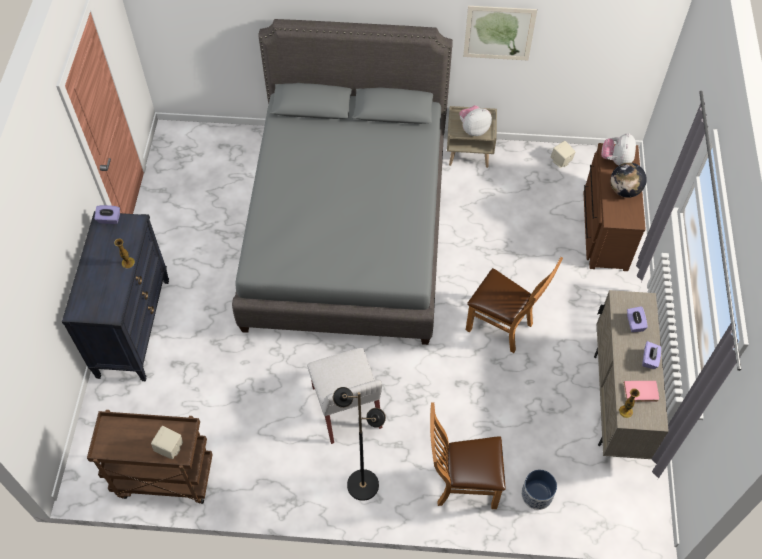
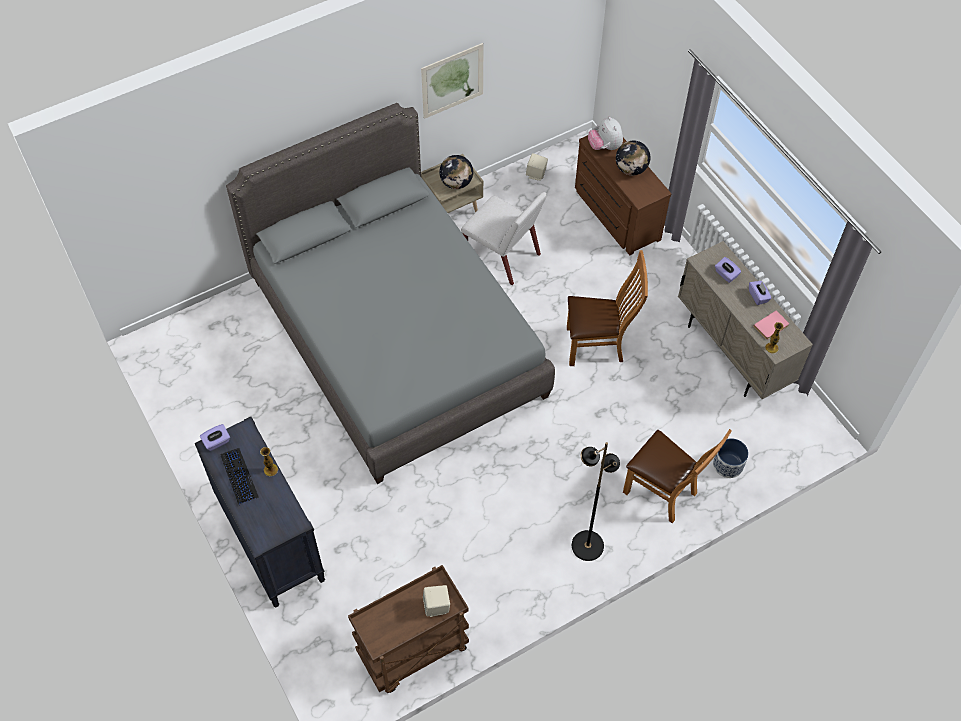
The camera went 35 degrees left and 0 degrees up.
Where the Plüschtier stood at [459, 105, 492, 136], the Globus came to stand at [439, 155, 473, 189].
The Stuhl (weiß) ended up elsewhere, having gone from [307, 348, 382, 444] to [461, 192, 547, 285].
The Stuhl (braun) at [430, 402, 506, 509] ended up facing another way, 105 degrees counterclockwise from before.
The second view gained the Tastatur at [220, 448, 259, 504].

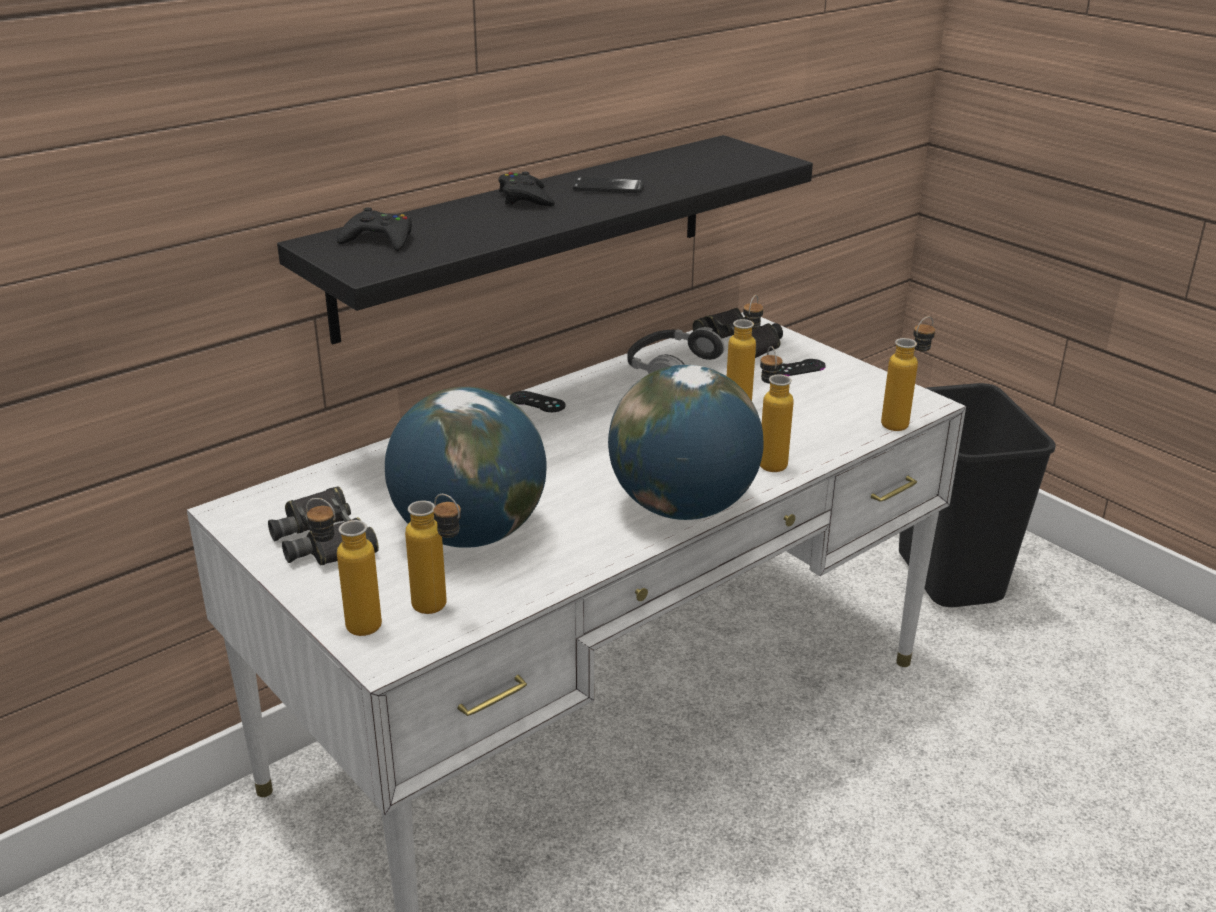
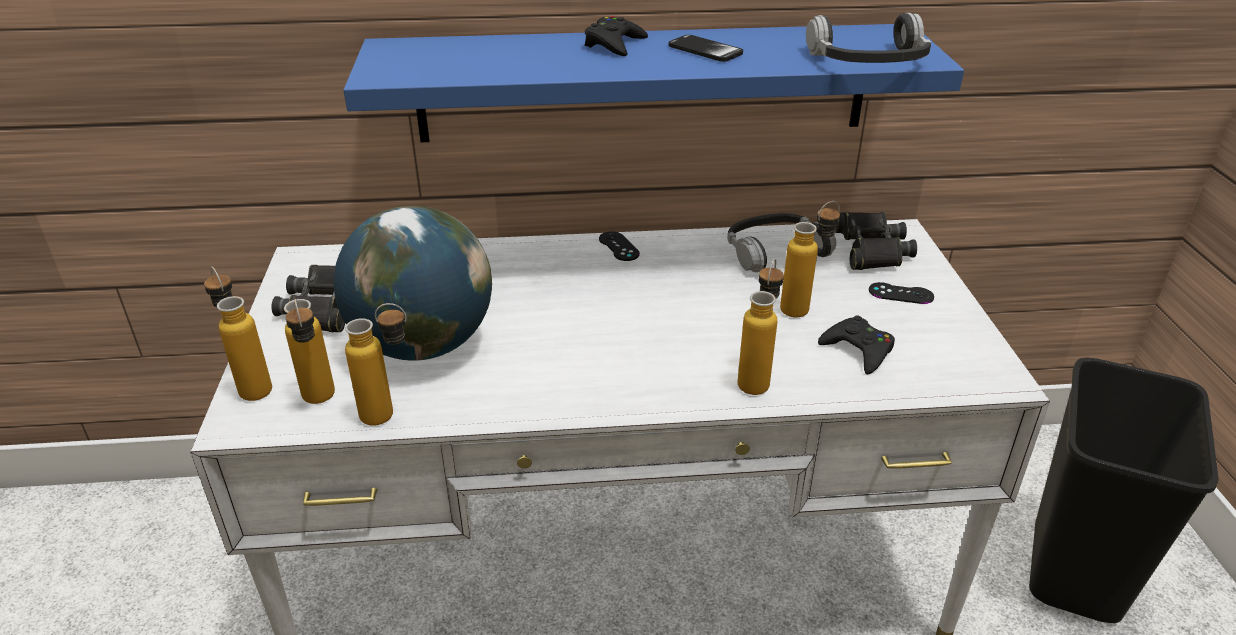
The camera went 35 degrees right and 5 degrees up.
What was the Wandregal (schwarz) at [277, 135, 813, 344] turned into the Wandregal (blau) at [343, 24, 964, 142].
The Gamepad (schwarz) ended up elsewhere, having gone from [336, 207, 412, 251] to [818, 315, 895, 374].
The Flasche ended up elsewhere, having gone from [881, 316, 935, 431] to [345, 303, 407, 426].
The second view lost the Globus at [608, 365, 764, 520].
The second view gained the Kopfhörer at [806, 13, 931, 63].

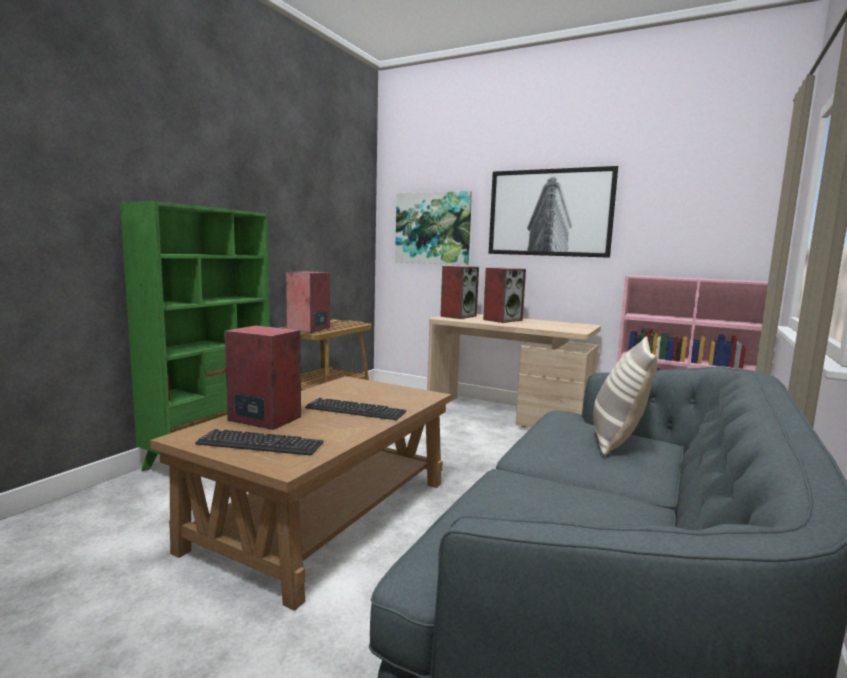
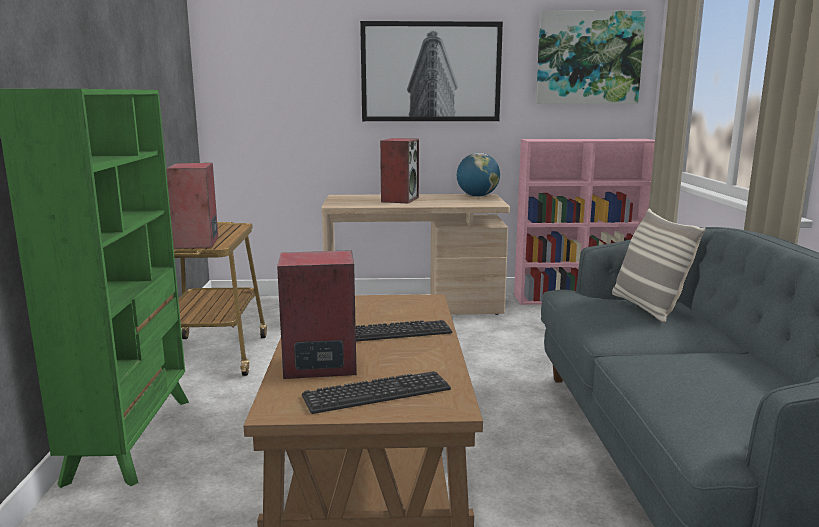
The camera went 30 degrees left and 5 degrees up.
The Bild ended up elsewhere, having gone from [395, 191, 472, 265] to [536, 10, 646, 104].
The second view lost the Lautsprecher at [440, 266, 479, 319].
The second view gained the Globus at [457, 153, 500, 197].

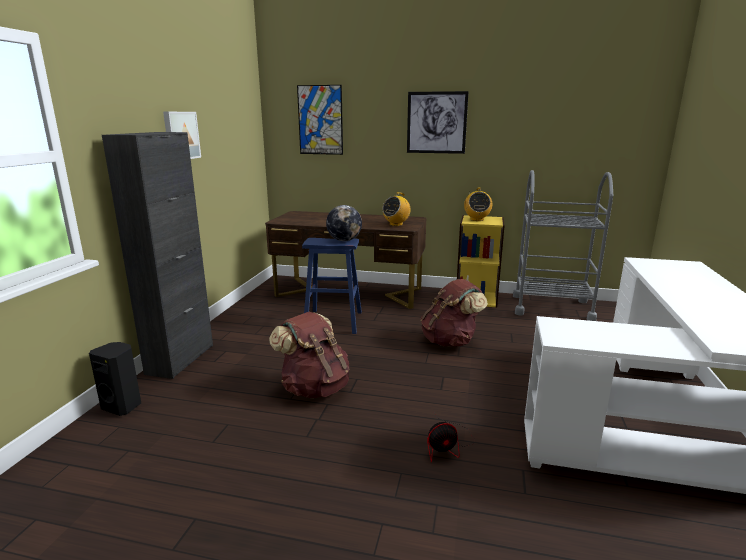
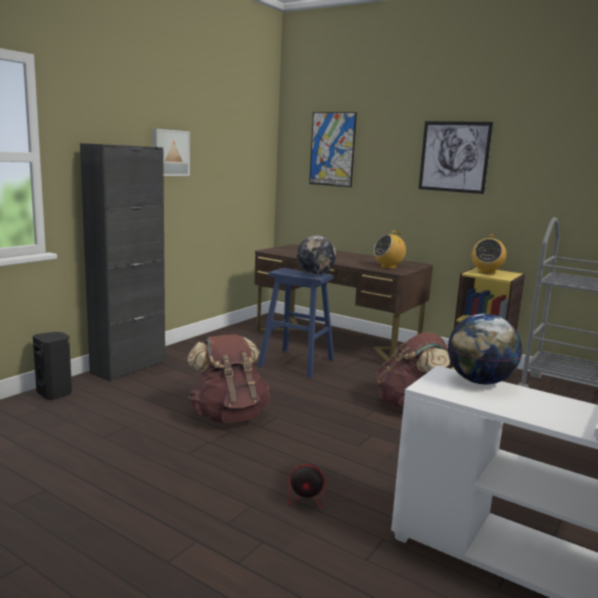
The camera went 20 degrees right and 5 degrees down.
The second view gained the Globus at [448, 314, 522, 385].

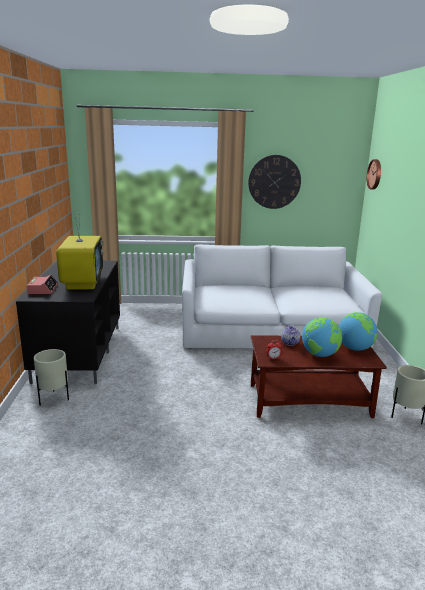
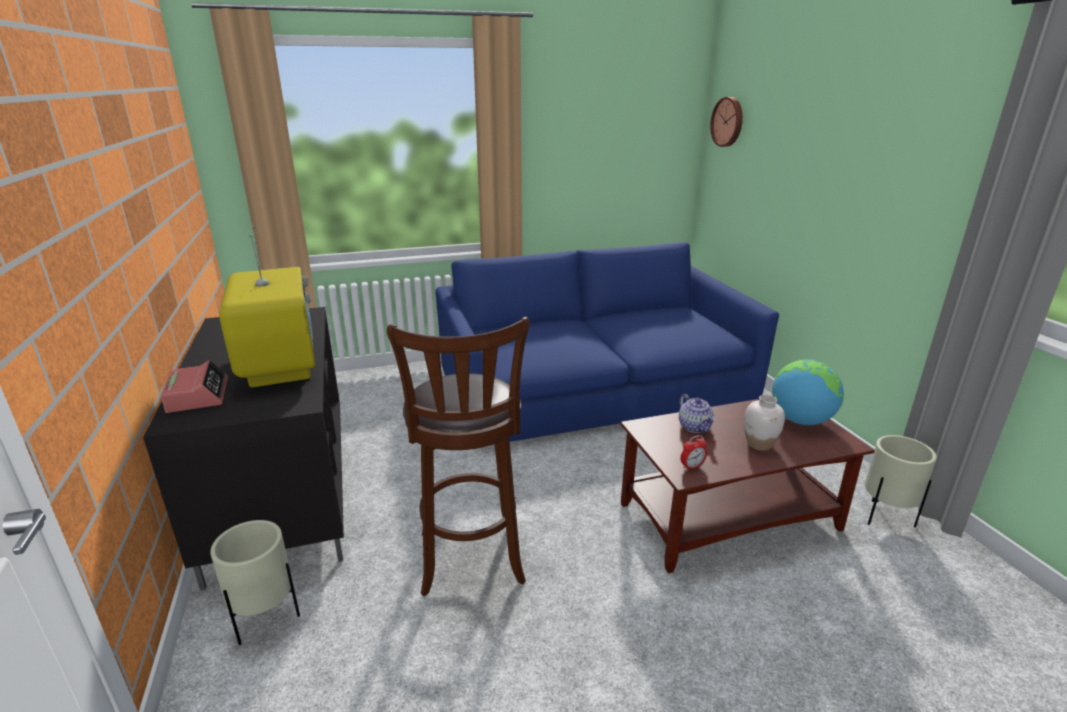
The camera went 15 degrees left and 5 degrees up.
The second view lost the Wanduhr at [248, 155, 301, 209].
What was the Sofa (weiß) at [182, 245, 382, 349] turned into the Sofa (blau) at [436, 242, 779, 442].
Where the Globus stood at [302, 317, 342, 357], the Vase (weiß) came to stand at [744, 395, 785, 451].
The second view gained the Hocker (braun) at [387, 317, 530, 596].

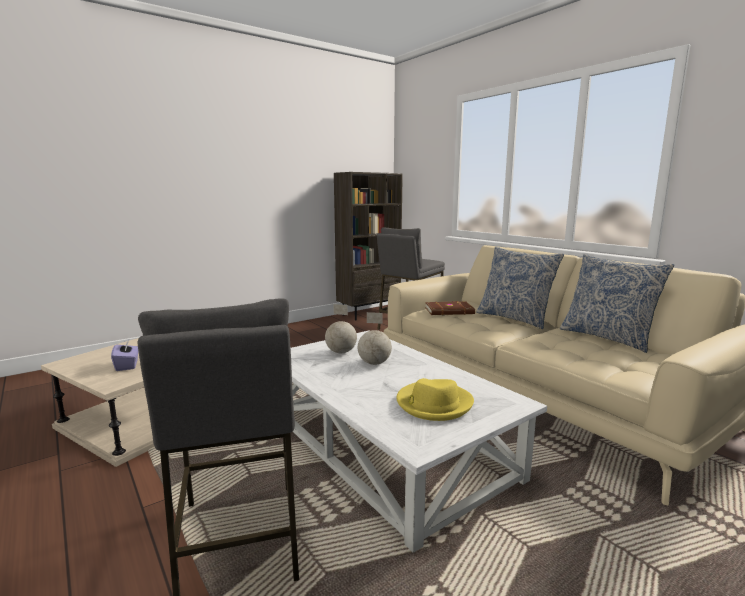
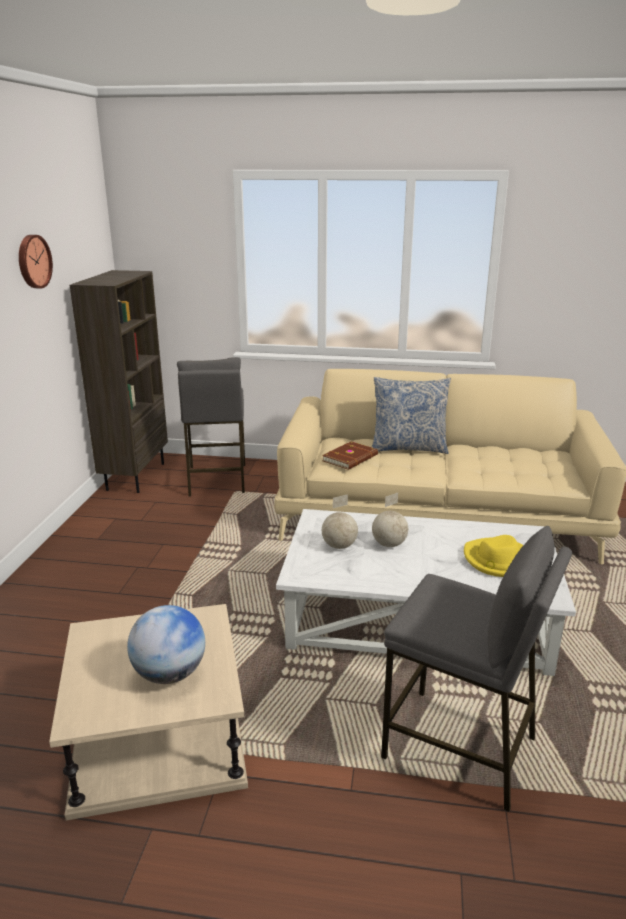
The camera went 45 degrees left and 10 degrees up.
The second view lost the Kissen at [560, 254, 674, 353].
Where the Taschentuchbox (lila) stood at [111, 338, 138, 371], the Globus came to stand at [127, 605, 205, 684].
The second view gained the Wanduhr at [19, 235, 53, 288].

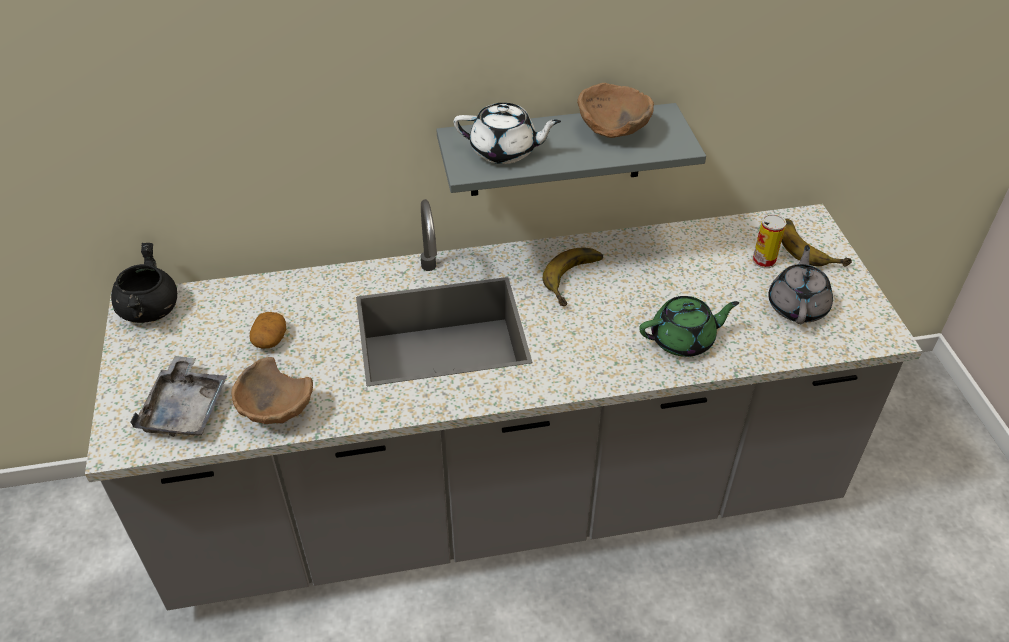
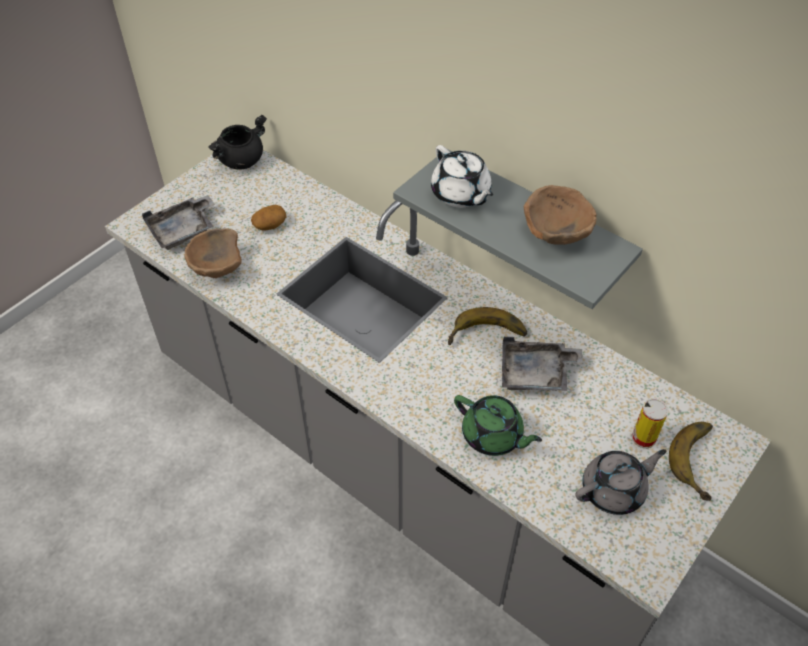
The camera went 50 degrees right and 5 degrees up.
The second view gained the Tablett (grau) at [502, 337, 583, 391].

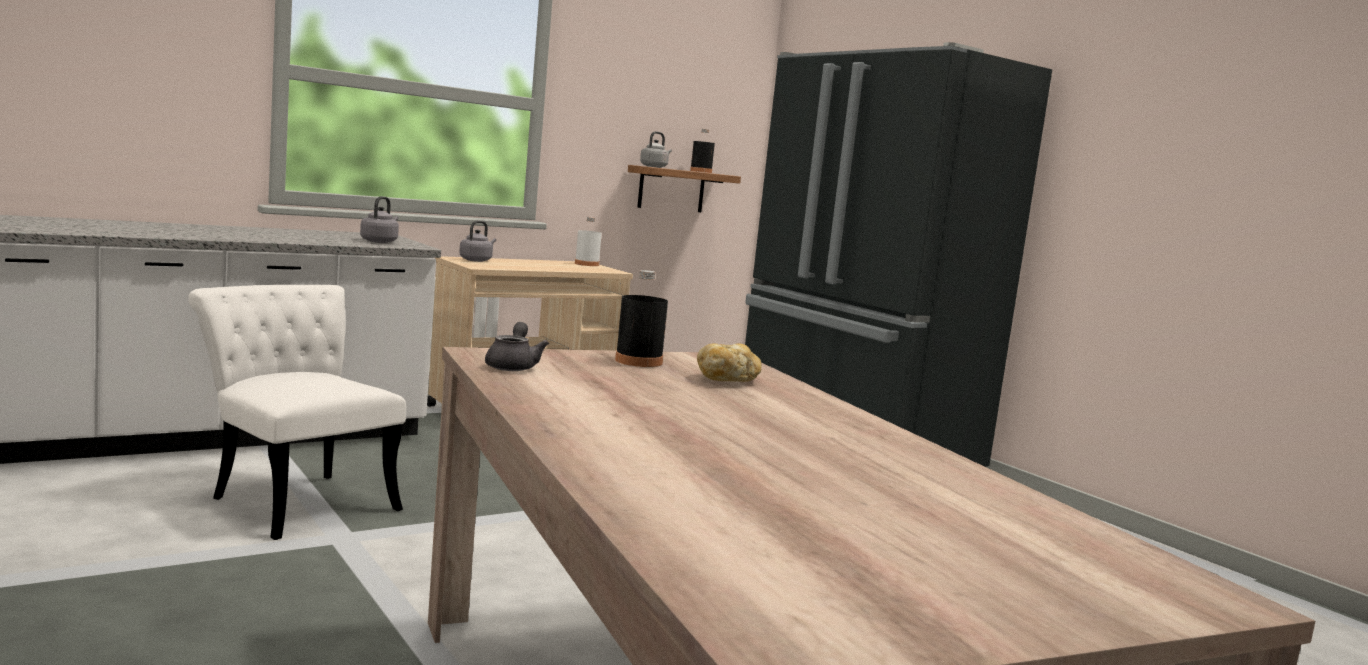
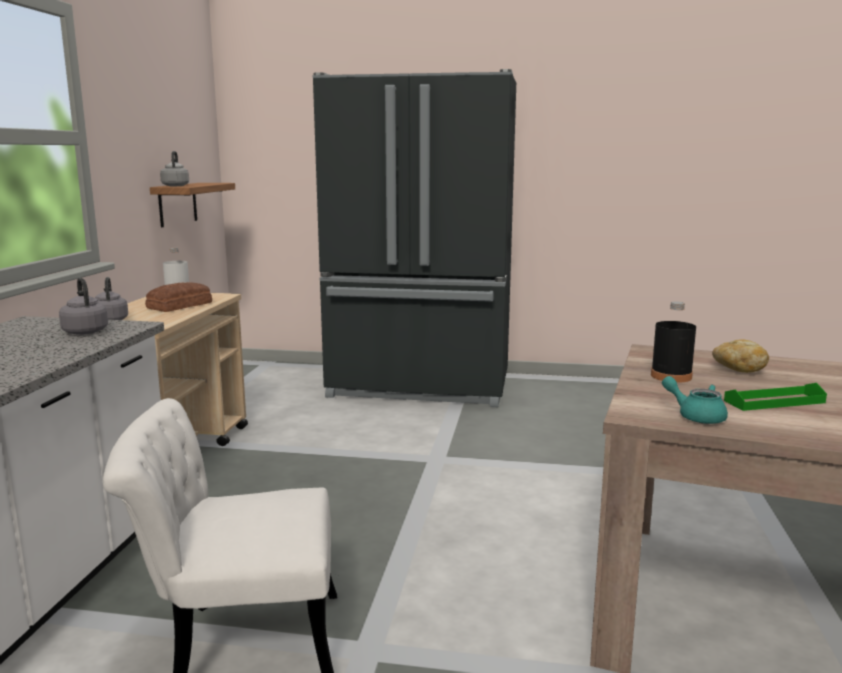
The camera went 45 degrees left and 5 degrees up.
The second view lost the Flasche (schwarz) at [690, 129, 715, 173].
What was the Teekanne (grau) at [485, 322, 549, 371] turned into the Teekanne (türkis) at [662, 376, 728, 424].
The second view gained the Brot at [145, 282, 212, 312].
The second view gained the Tablett (grün) at [724, 383, 827, 411].

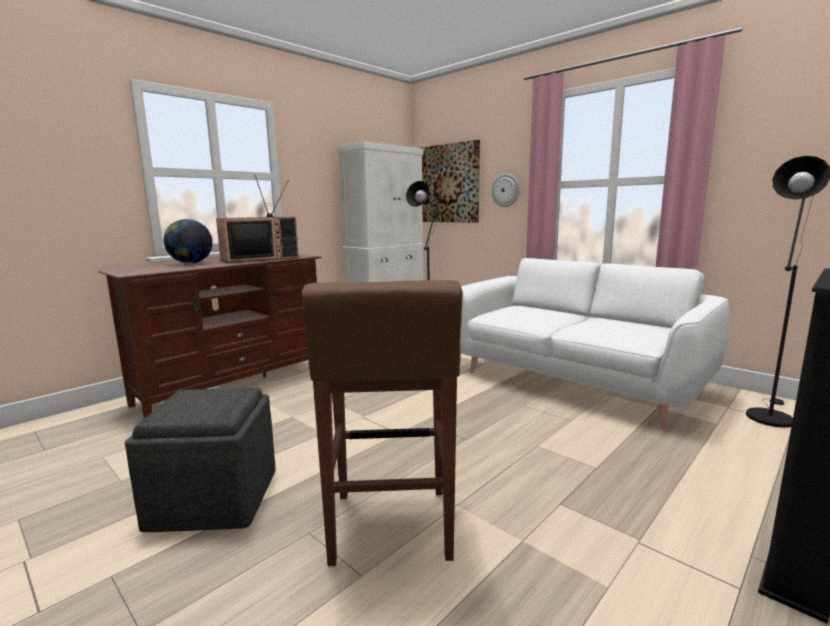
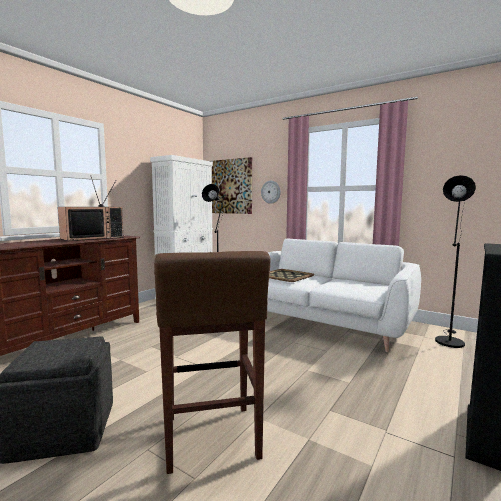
The camera went 10 degrees left and 5 degrees down.
The second view lost the Globus at [163, 219, 213, 263].
The second view gained the Tablett at [269, 269, 314, 282].

